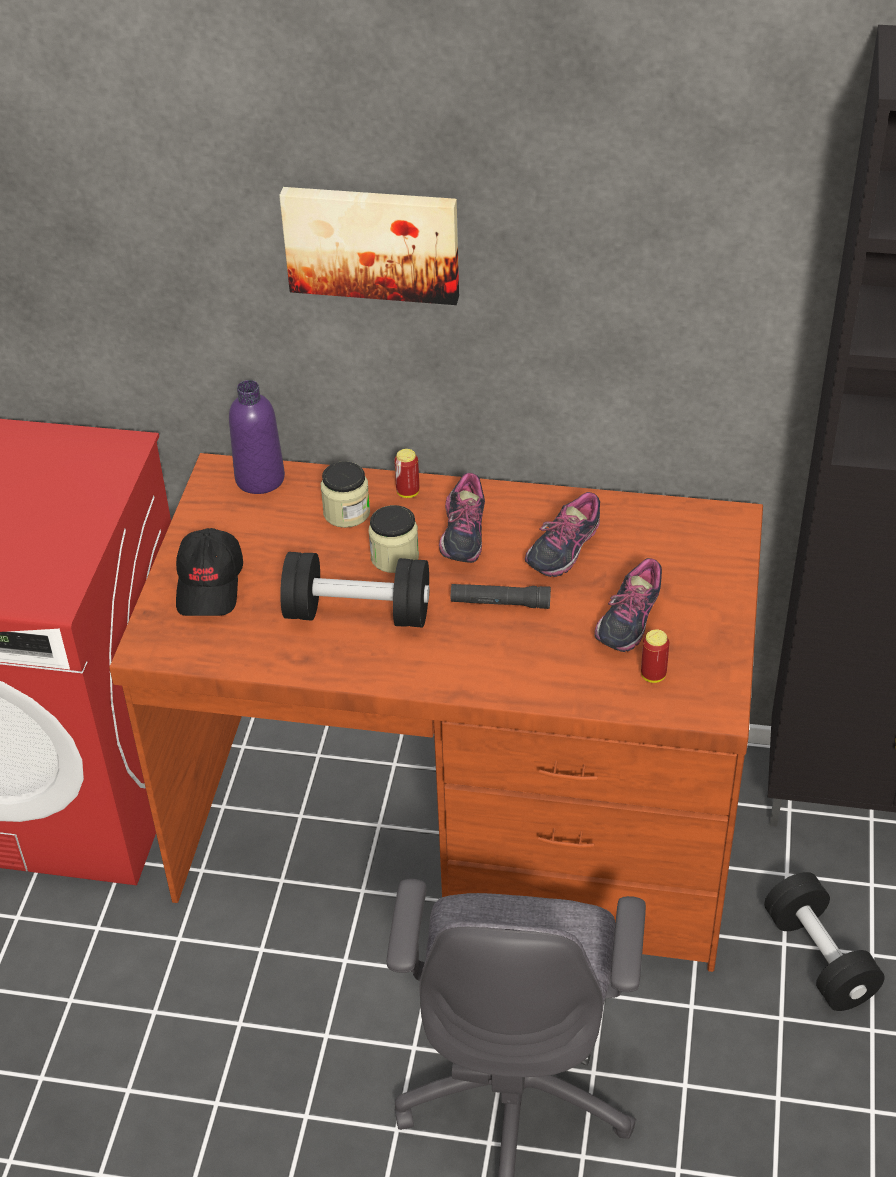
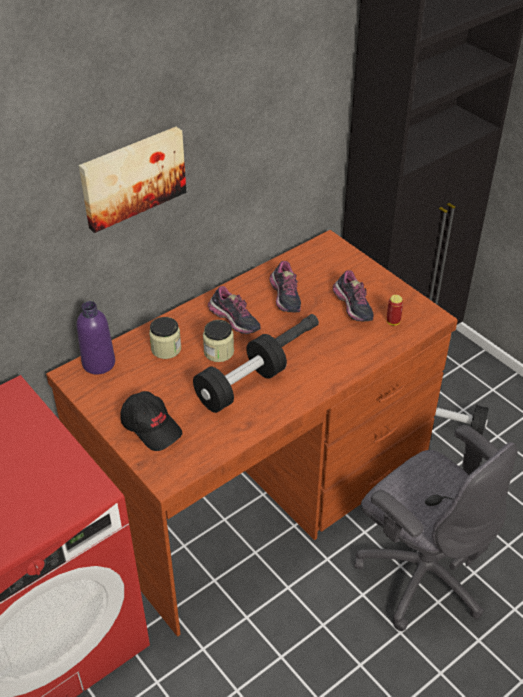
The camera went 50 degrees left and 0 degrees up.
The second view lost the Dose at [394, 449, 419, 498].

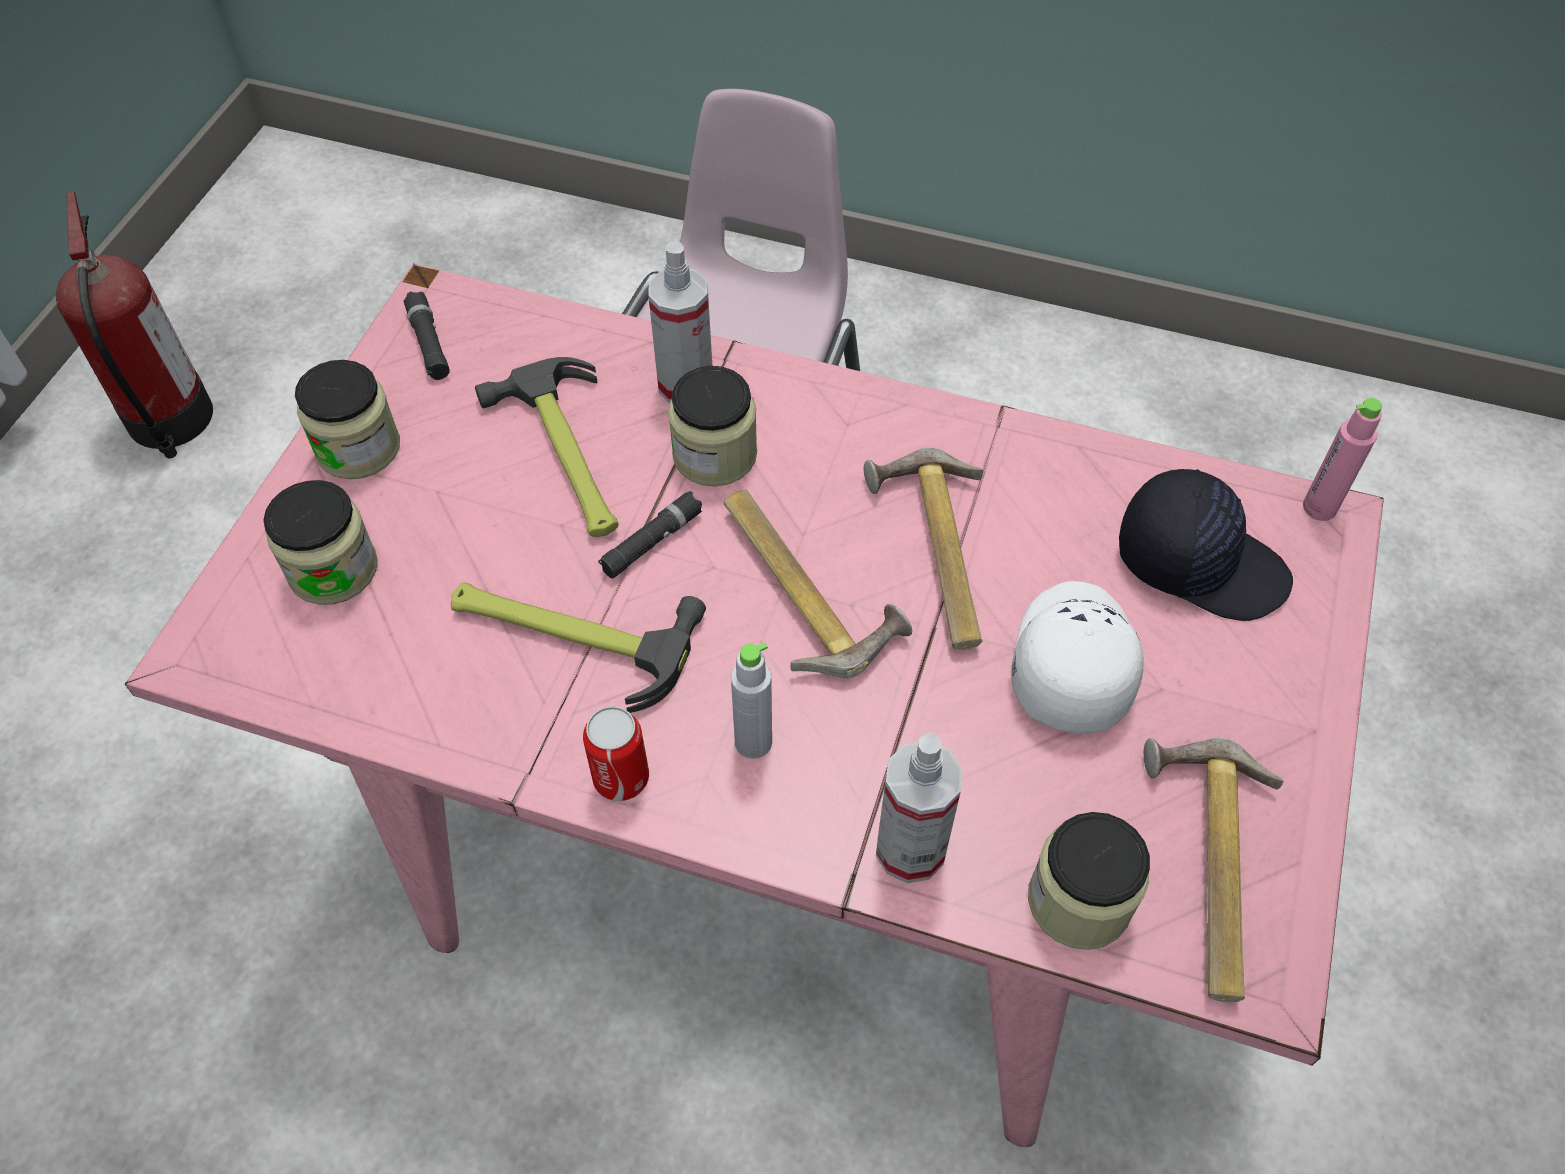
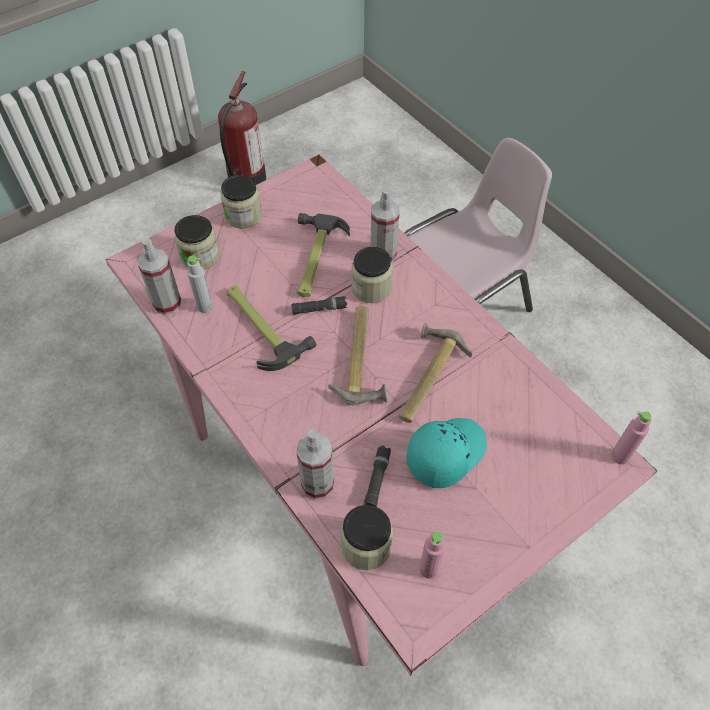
The camera went 35 degrees right and 0 degrees up.
The Taschenlampe (schwarz) ended up elsewhere, having gone from [404, 291, 450, 380] to [364, 445, 391, 507].
The second view lost the Kappe (schwarz) at [1119, 469, 1293, 621].
What was the Kappe (weiß) at [1011, 581, 1143, 733] turned into the Kappe (türkis) at [407, 418, 487, 488].
The Flasche (grau) ended up elsewhere, having gone from [731, 642, 772, 759] to [187, 255, 213, 313].
The second view lost the Dose at [583, 706, 649, 801].
Where the Hammer stood at [1144, 738, 1284, 1002], the Flasche (rosa) came to stand at [419, 531, 446, 579].
The second view gained the Sprühflasche at [137, 239, 181, 315].

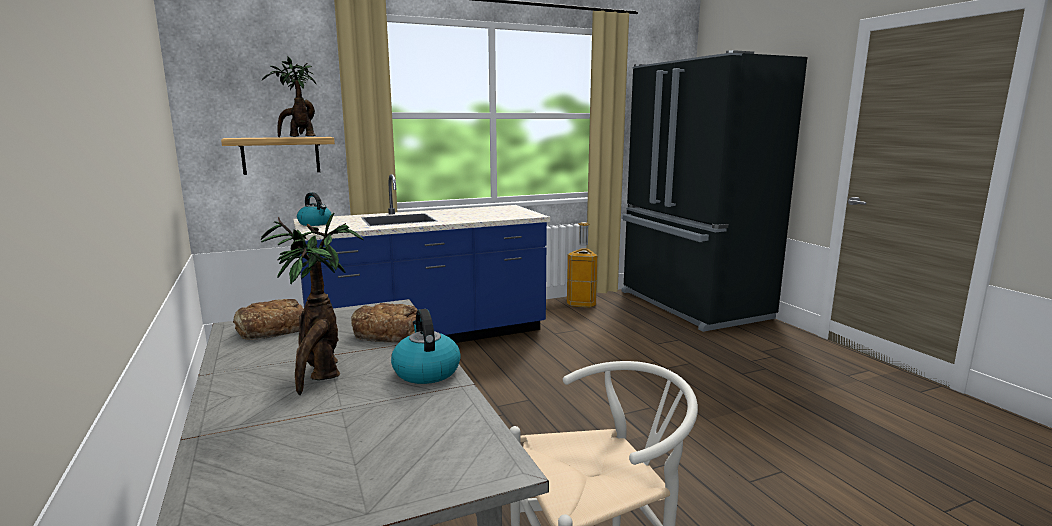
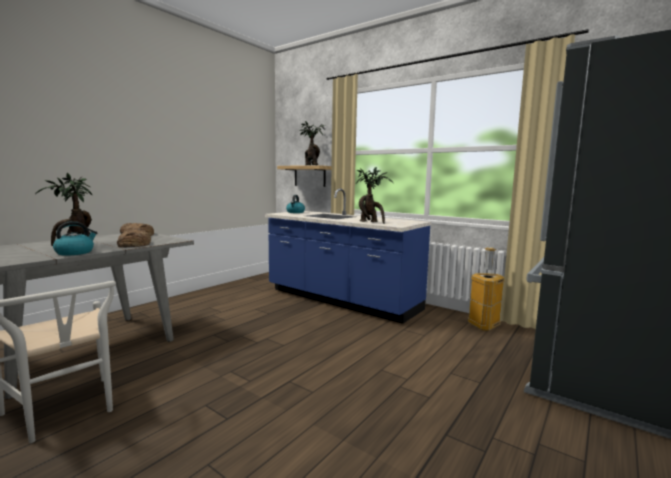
The camera went 60 degrees right and 5 degrees down.
The second view gained the Topfpflanze at [356, 166, 393, 224].

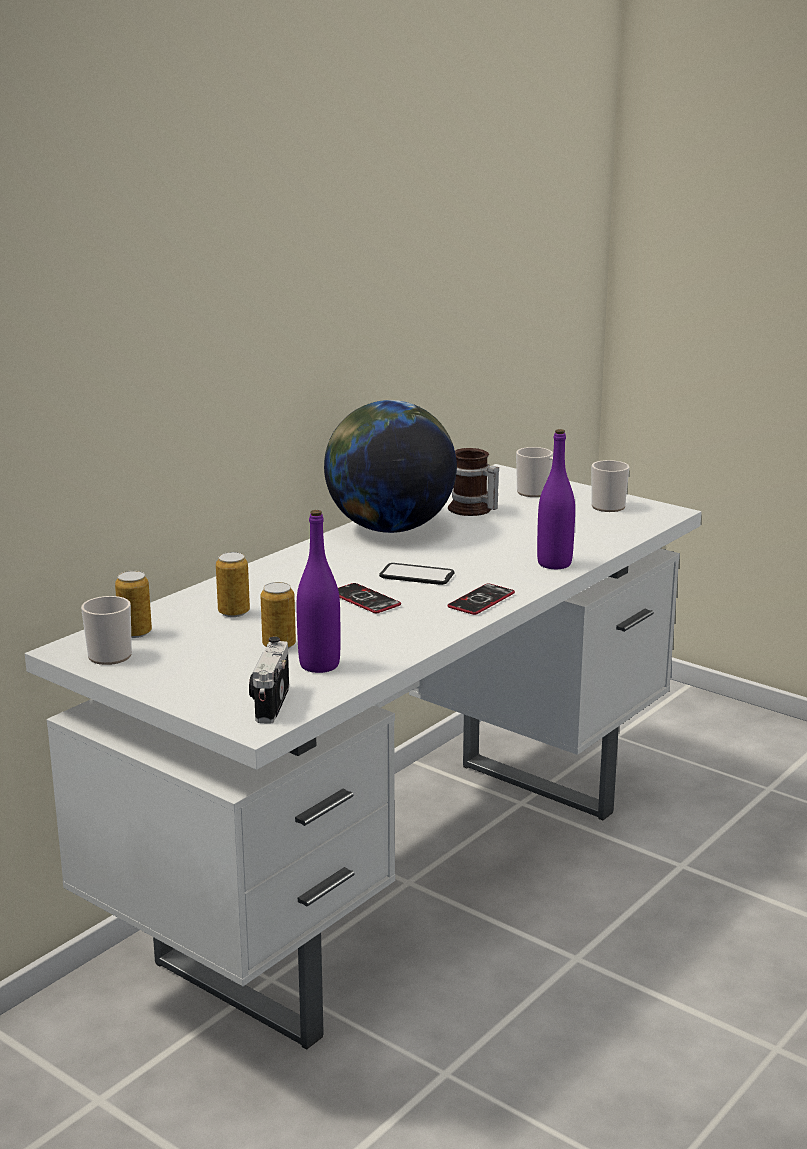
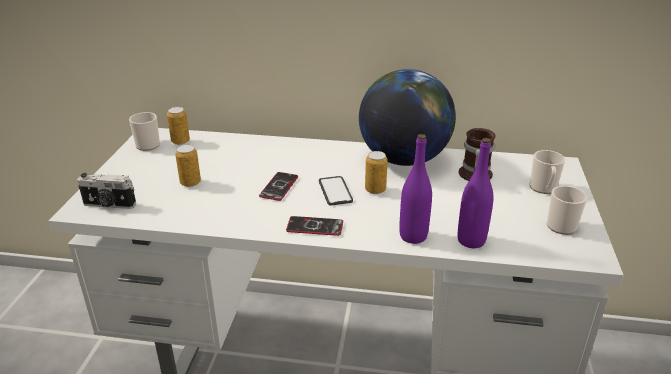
The camera went 60 degrees right and 10 degrees up.
The Flasche (lila) ended up elsewhere, having gone from [297, 510, 340, 673] to [458, 138, 493, 248].
The Dose ended up elsewhere, having gone from [216, 552, 250, 617] to [365, 151, 388, 194].
The Kamera at [249, 637, 289, 724] ended up facing another way, 150 degrees counterclockwise from before.

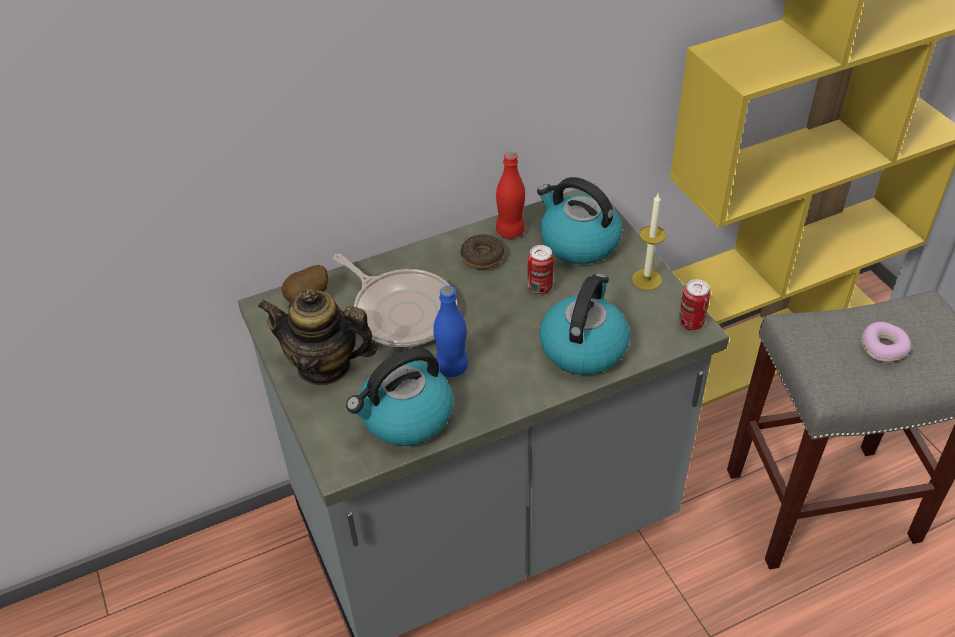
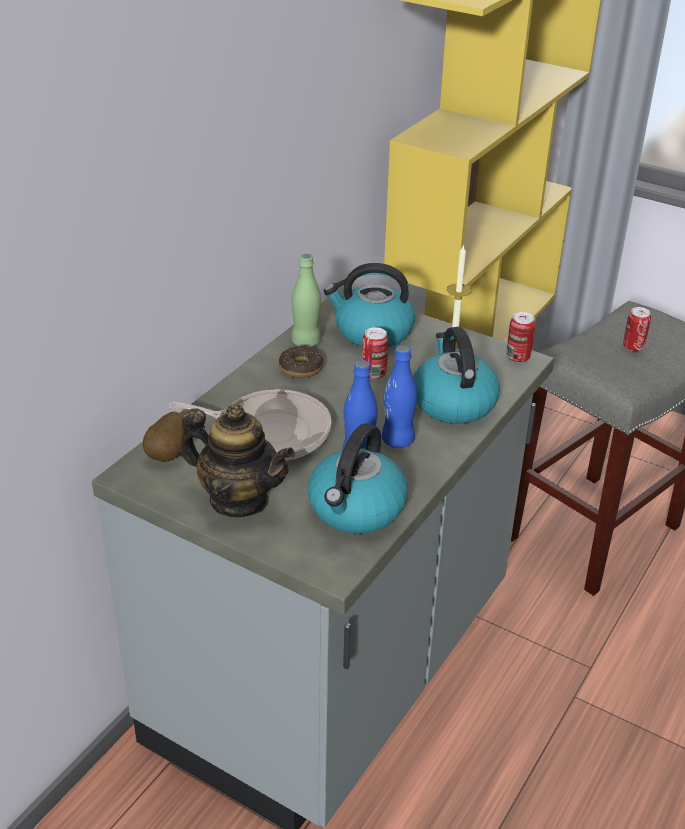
The camera went 35 degrees left and 10 degrees down.
What was the Flasche (rot) at [496, 152, 525, 239] turned into the Flasche (grün) at [291, 253, 321, 347].
The Teekanne at [258, 288, 378, 386] ended up facing another way, 135 degrees counterclockwise from before.
Where the Donut stood at [861, 322, 911, 362], the Dose came to stand at [623, 307, 651, 351].
The second view gained the Flasche (blau) at [382, 345, 417, 448].

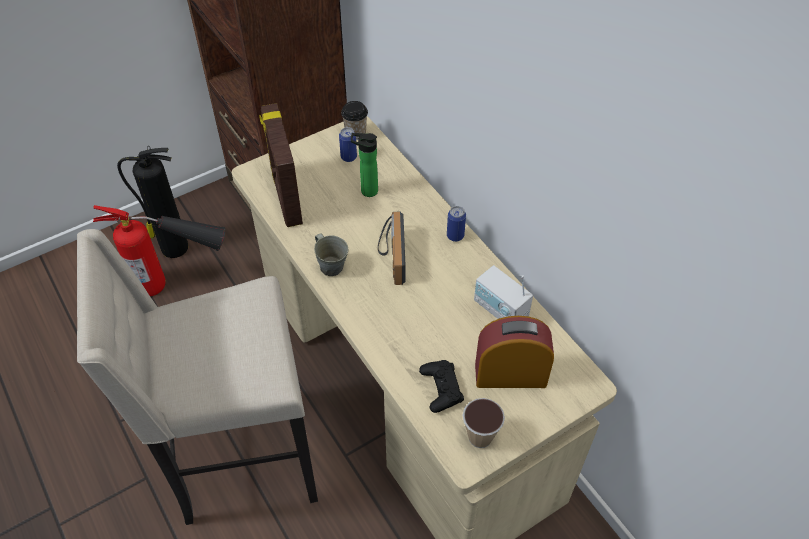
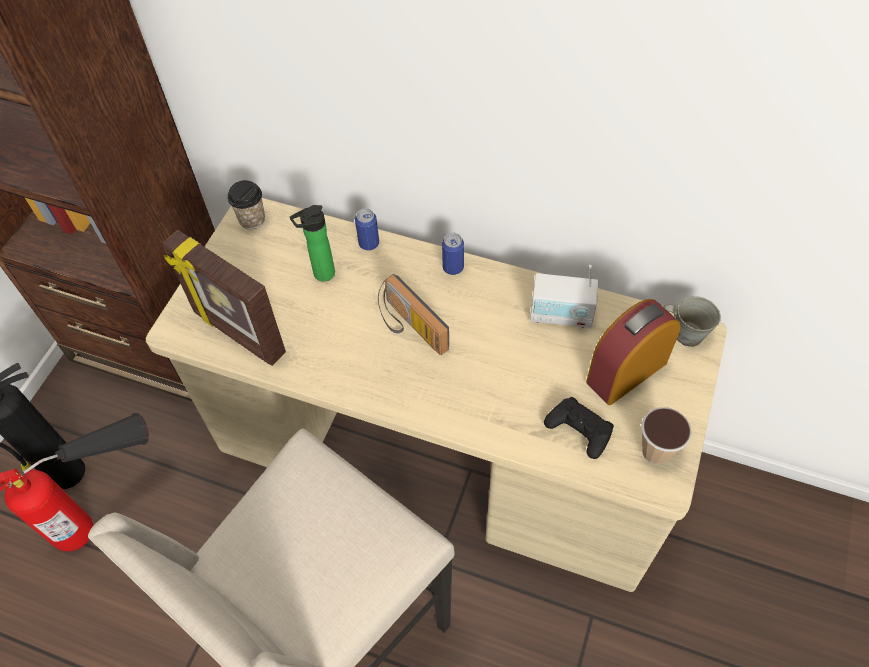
The camera went 35 degrees left and 5 degrees up.
The Dose ended up elsewhere, having gone from [339, 127, 357, 162] to [355, 208, 379, 250].
The Henkelbecher (grau) ended up elsewhere, having gone from [314, 233, 348, 276] to [663, 296, 721, 347].

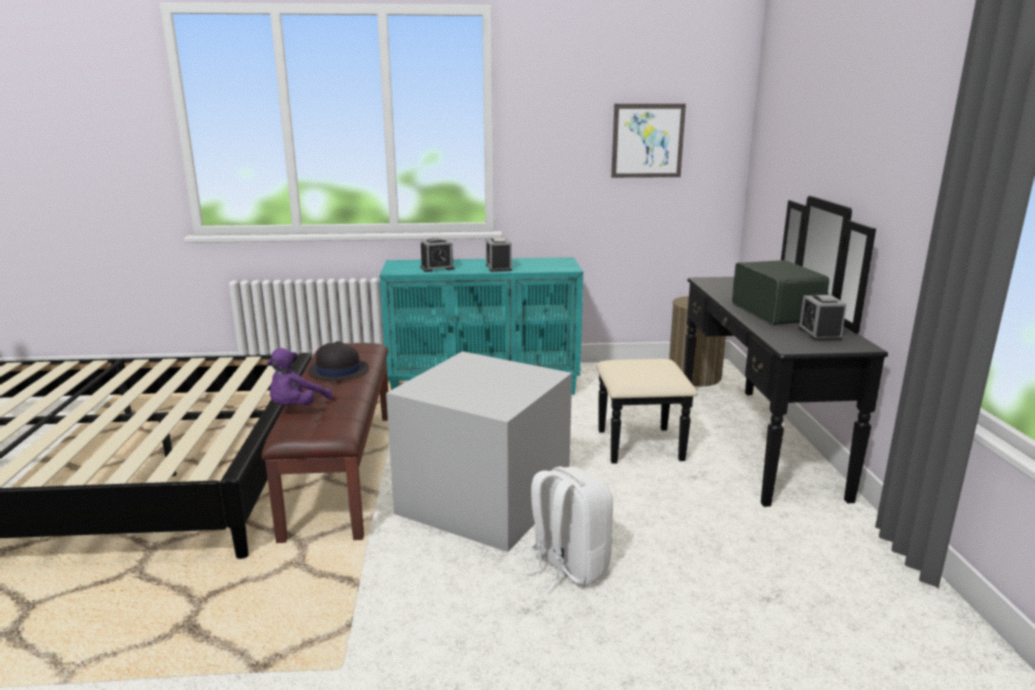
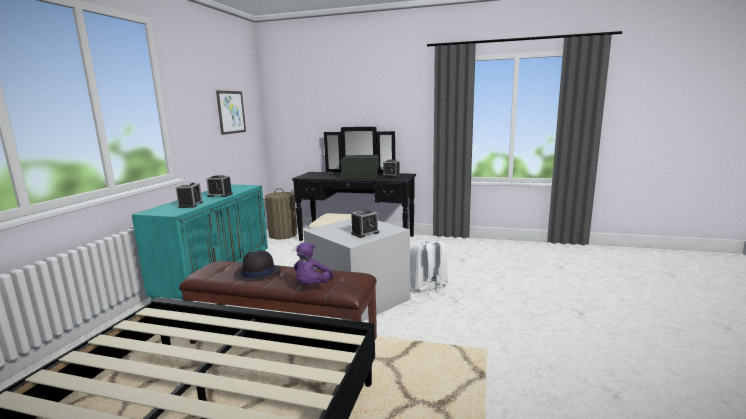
The camera went 70 degrees left and 5 degrees down.
The Plüschtier (lila) at [267, 348, 333, 406] ended up facing another way, 60 degrees clockwise from before.
The second view gained the Wecker at [351, 209, 379, 238].

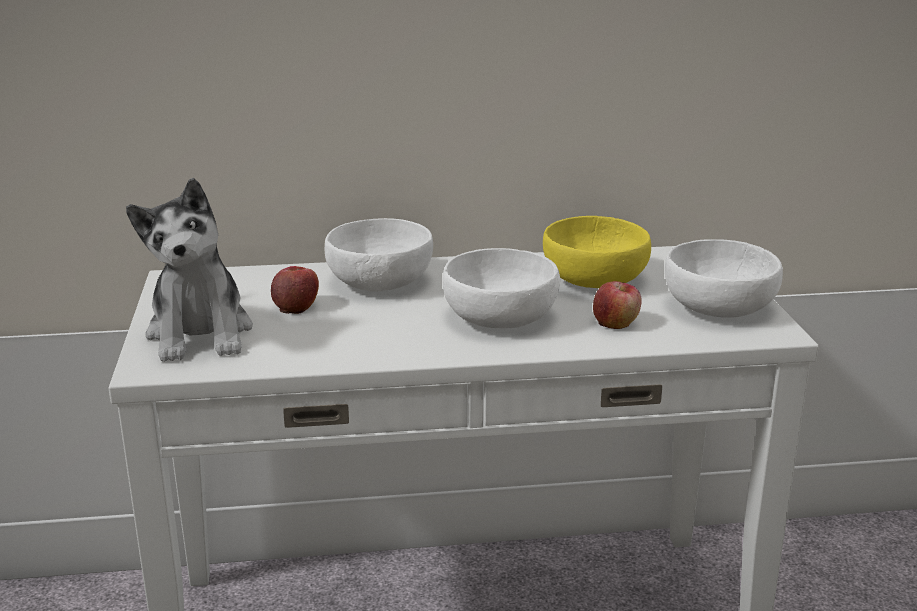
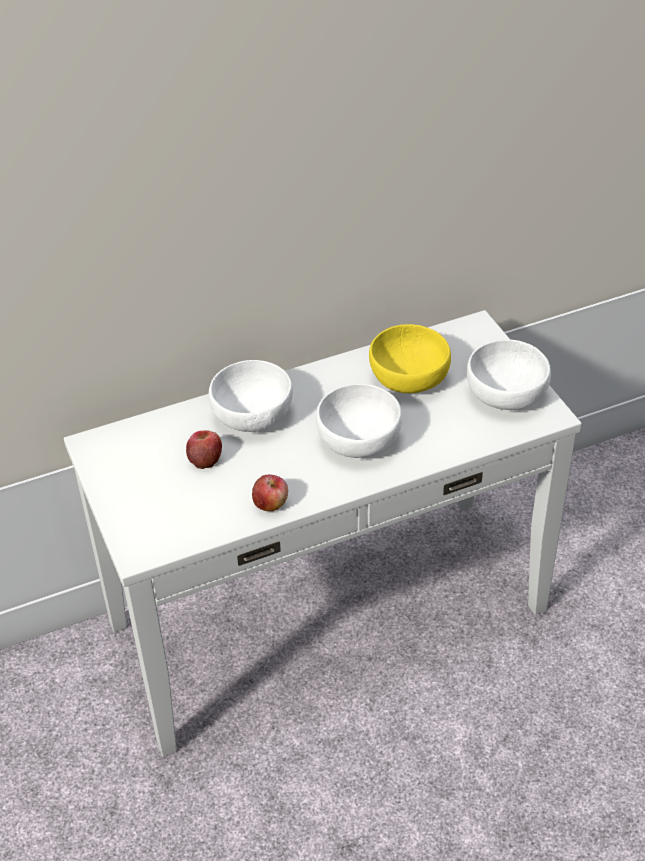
The camera went 15 degrees left and 20 degrees up.
The second view lost the Plüschtier at [126, 178, 253, 362].
The Apfel ended up elsewhere, having gone from [593, 281, 642, 329] to [252, 475, 288, 511].

